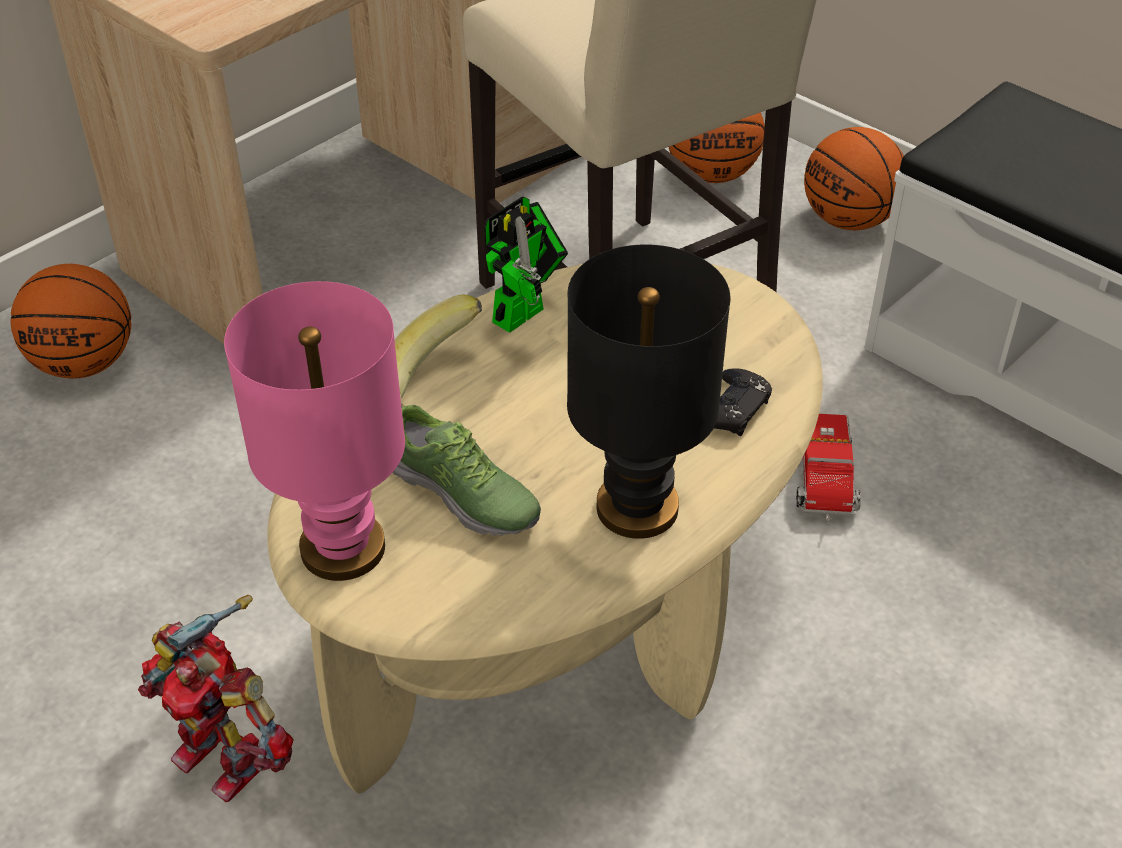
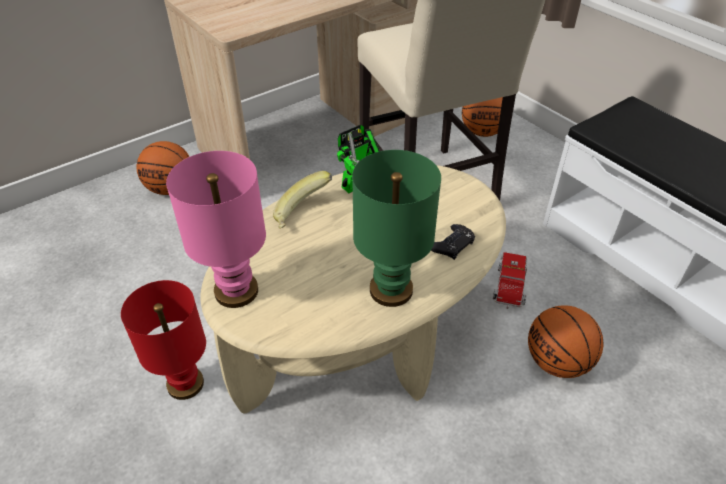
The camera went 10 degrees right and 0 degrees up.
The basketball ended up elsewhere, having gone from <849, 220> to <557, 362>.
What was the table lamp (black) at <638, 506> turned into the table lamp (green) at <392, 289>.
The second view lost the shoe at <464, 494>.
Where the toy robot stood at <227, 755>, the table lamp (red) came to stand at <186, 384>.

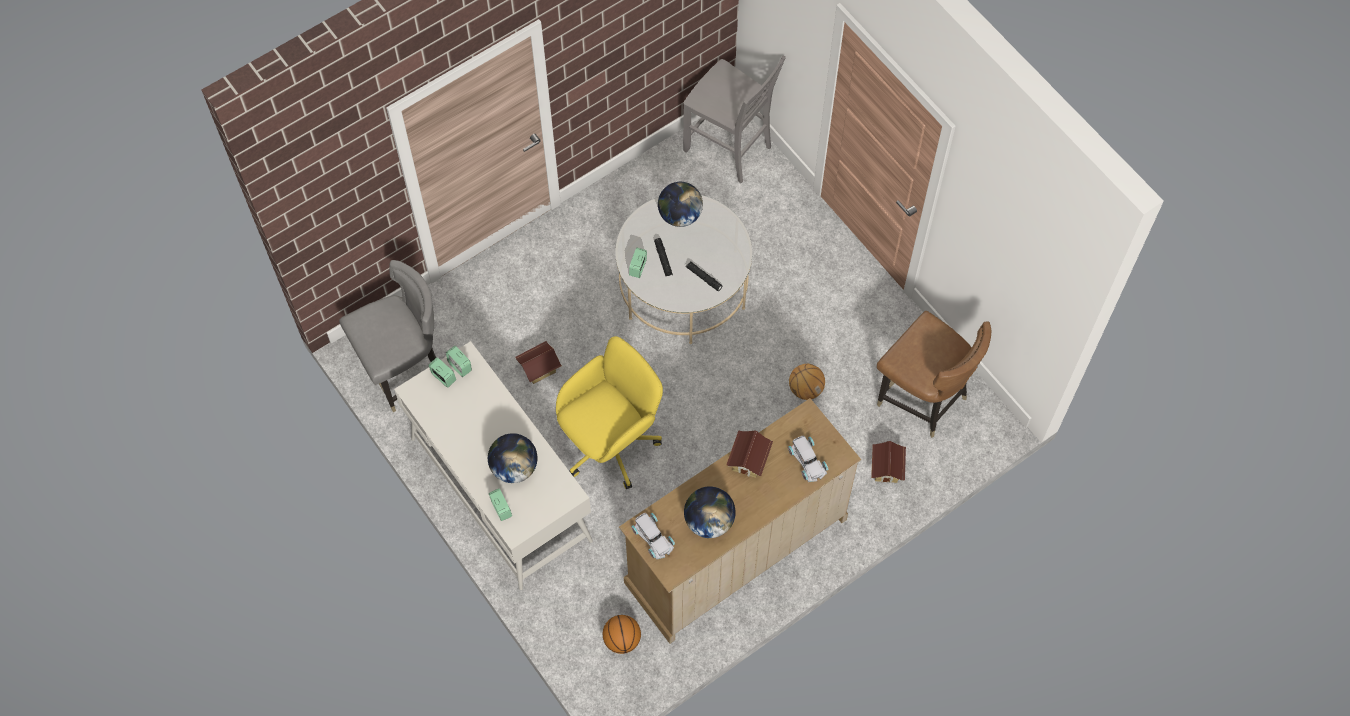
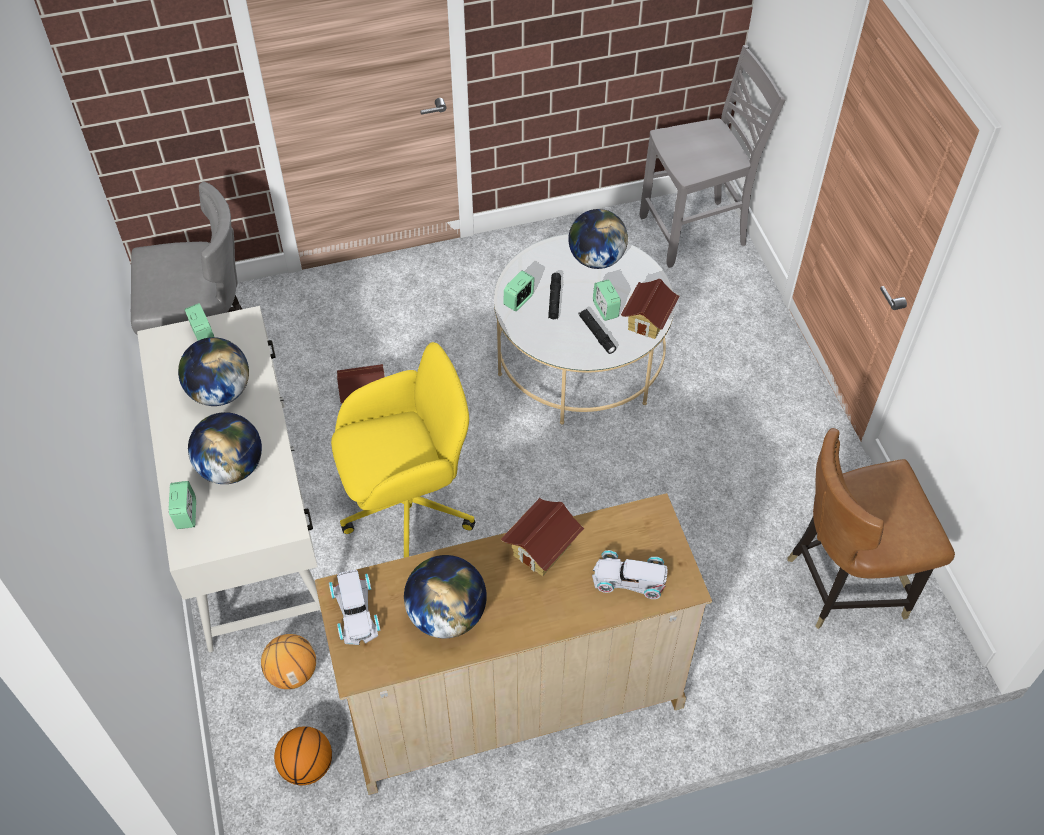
The camera went 20 degrees right and 10 degrees down.
The chair (grey) at <729, 149> ended up facing another way, 75 degrees counterclockwise from before.
The chair (brown) at <923, 398> ended up facing another way, 105 degrees clockwise from before.
The alarm clock ended up elsewhere, having gone from <460, 366> to <605, 310>.
The basketball ended up elsewhere, having gone from <805, 389> to <292, 672>.
The toy car (white) at <807, 461> ended up facing another way, 105 degrees clockwise from before.
The toy house ended up elsewhere, having gone from <886, 469> to <648, 322>.
The second view gained the globe at <220, 392>.

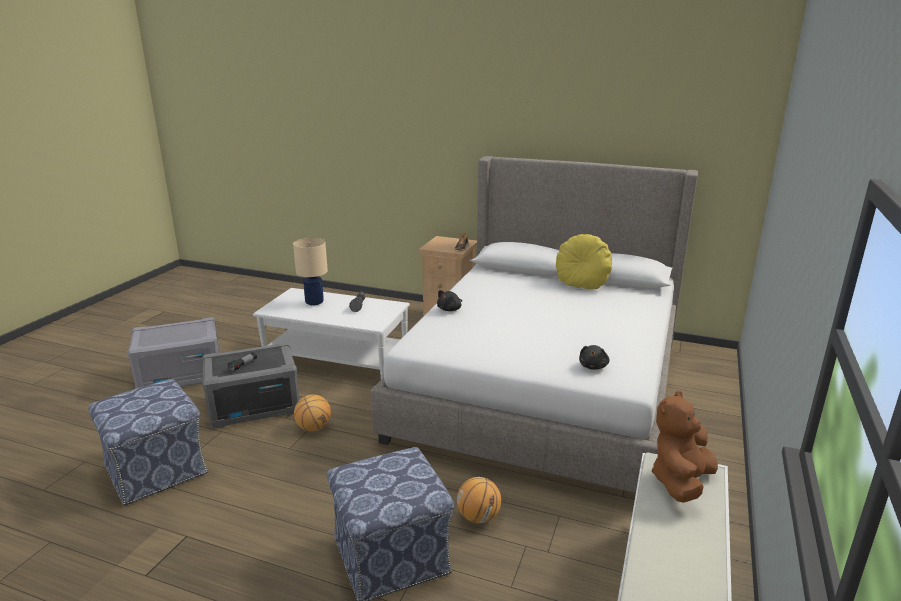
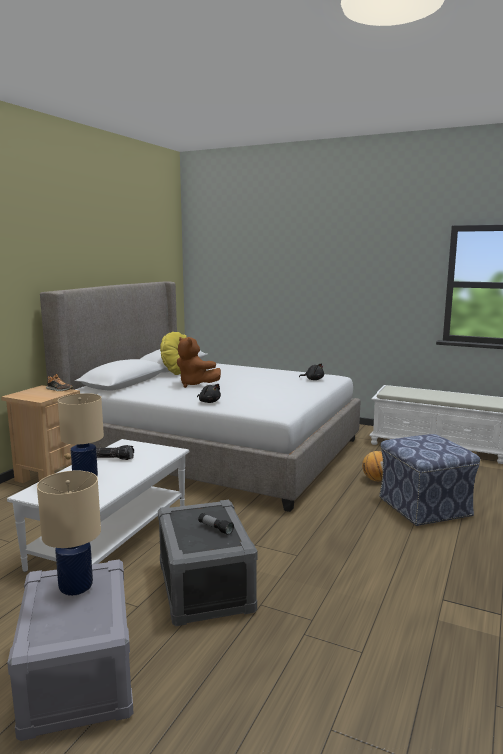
The camera went 85 degrees left and 10 degrees down.
The second view lost the ottoman at <157, 469>.
The plush toy (brown) ended up elsewhere, having gone from <680, 482> to <195, 385>.
The second view lost the basketball at <313, 428>.
The second view gained the table lamp (beige) at <75, 589>.

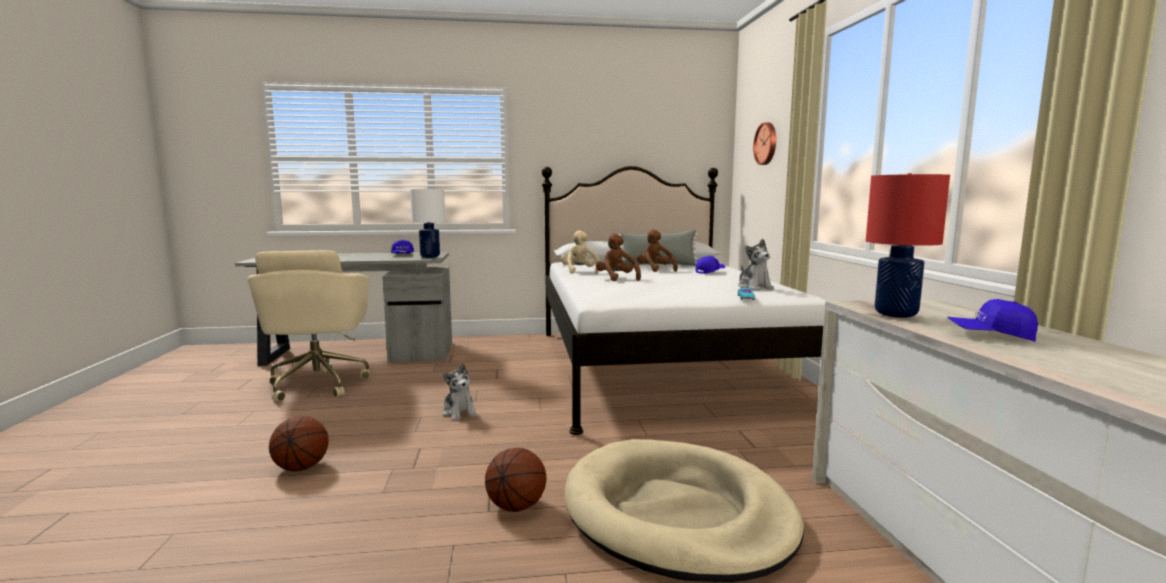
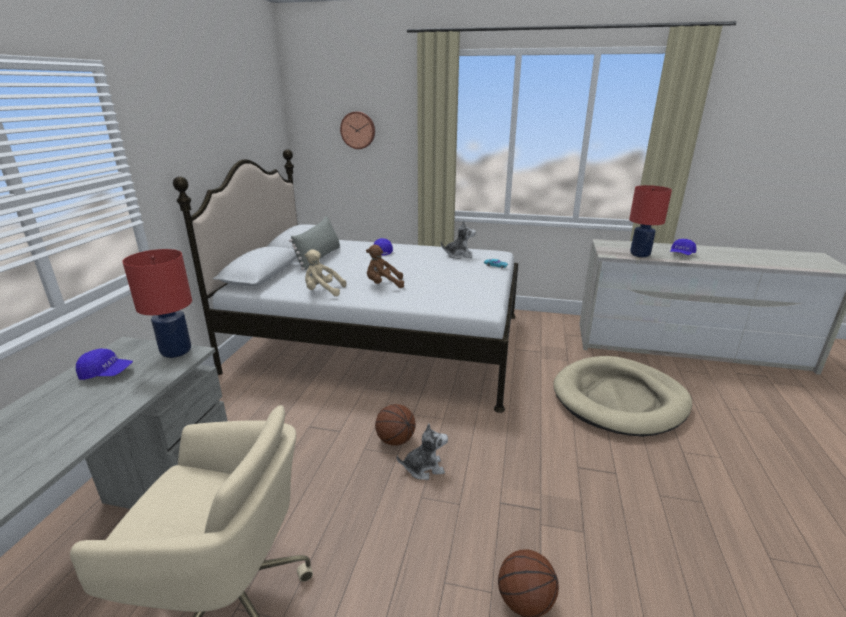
The camera went 70 degrees left and 15 degrees up.
What was the table lamp (white) at <430, 257> turned into the table lamp (red) at <177, 353>.
The second view lost the plush toy (brown) at <655, 270>.
The basketball ended up elsewhere, having gone from <516, 506> to <395, 440>.

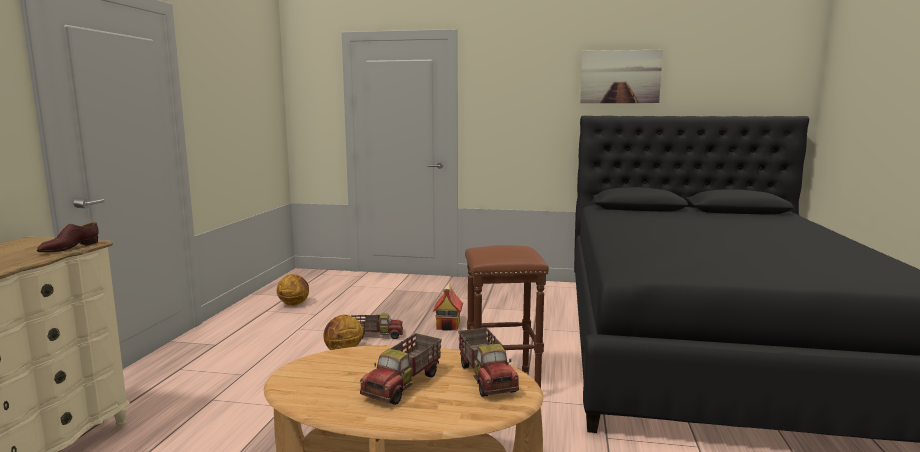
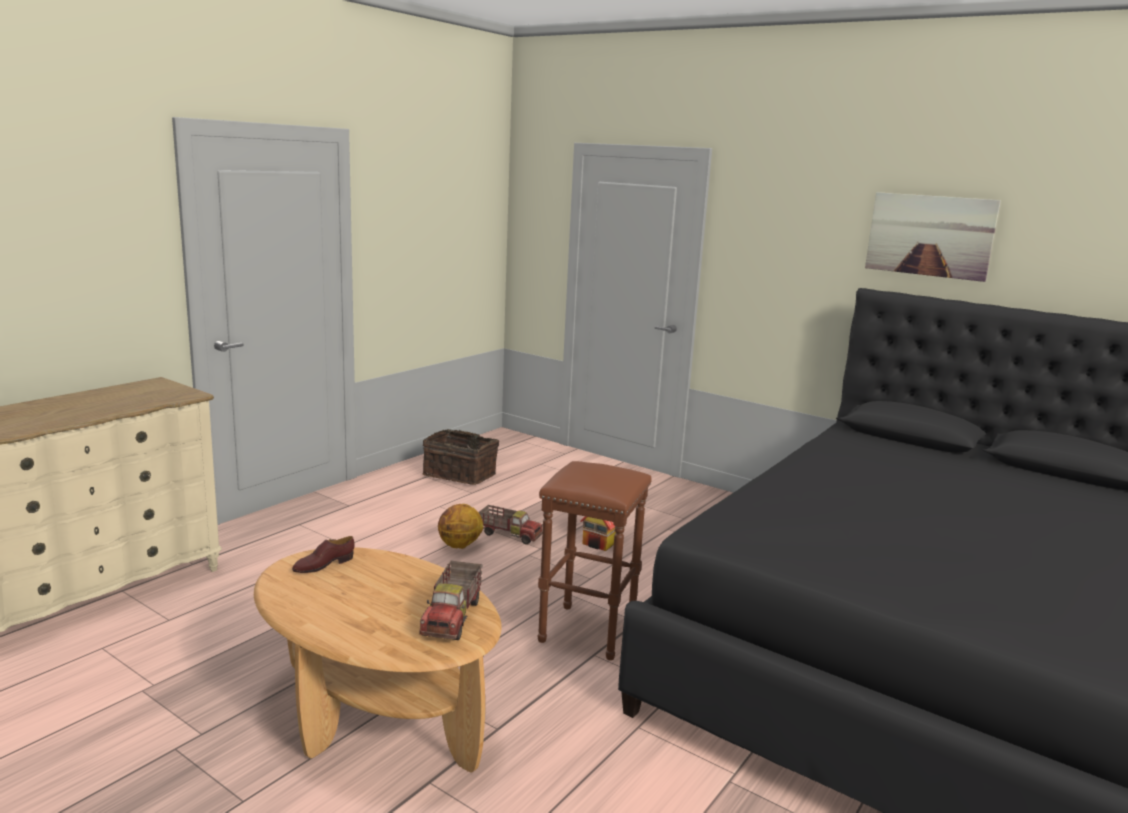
The camera went 25 degrees right and 5 degrees up.
The shoe (brown) ended up elsewhere, having gone from <69, 248> to <323, 565>.
Where the basketball stood at <294, 304>, the basket came to stand at <460, 474>.
The second view lost the toy truck at <404, 385>.

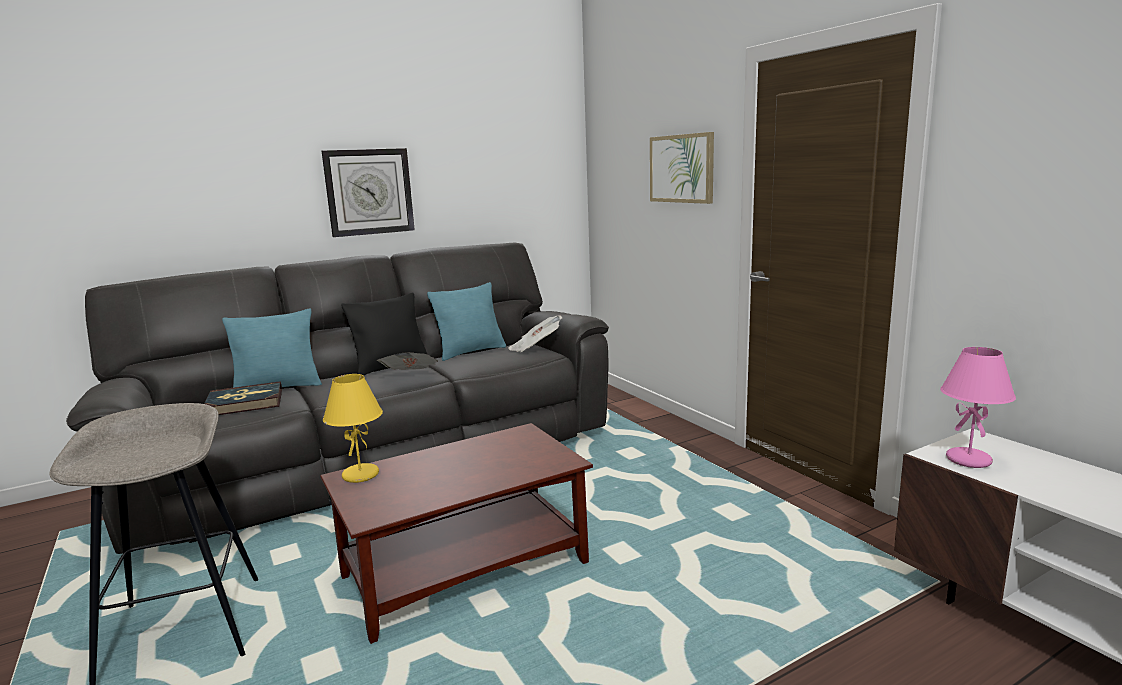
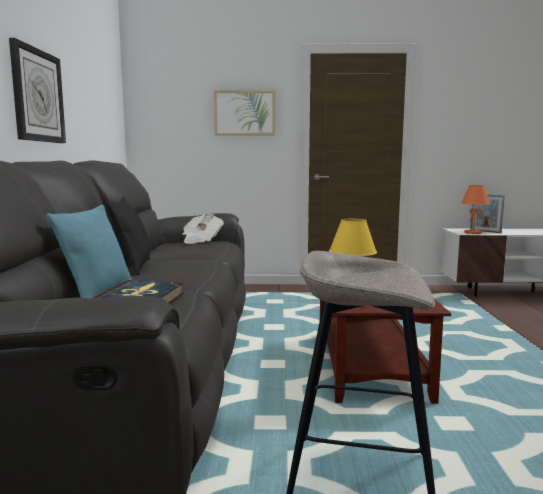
The camera went 60 degrees left and 5 degrees down.
The second view lost the pillow (turquoise) at <470, 352>.
What was the table lamp (pink) at <969, 460> turned into the table lamp (orange) at <473, 233>.
The second view lost the newspaper at <411, 377>.
The second view gained the picture frame at <485, 231>.

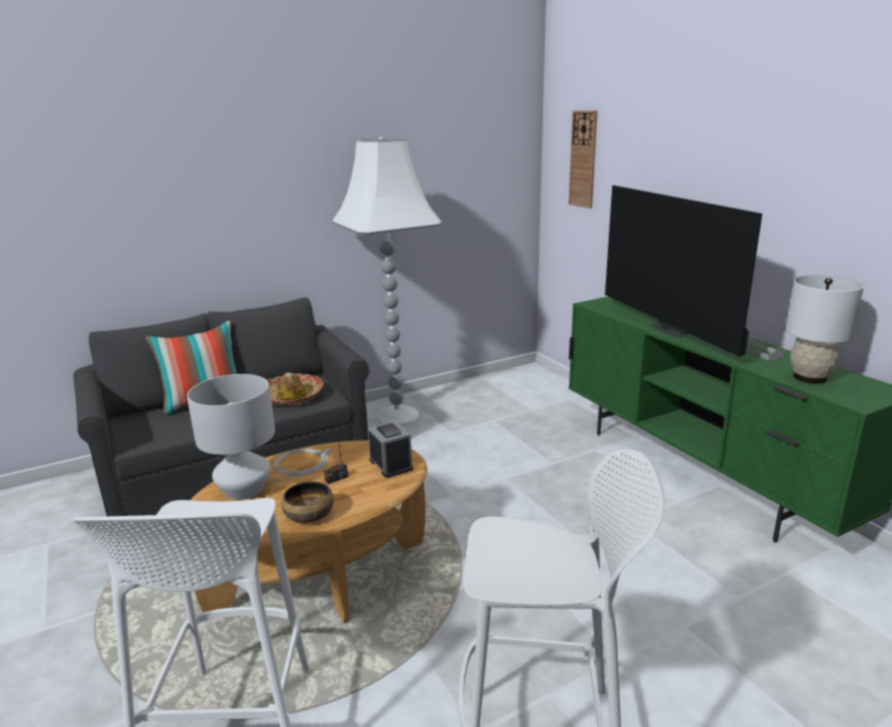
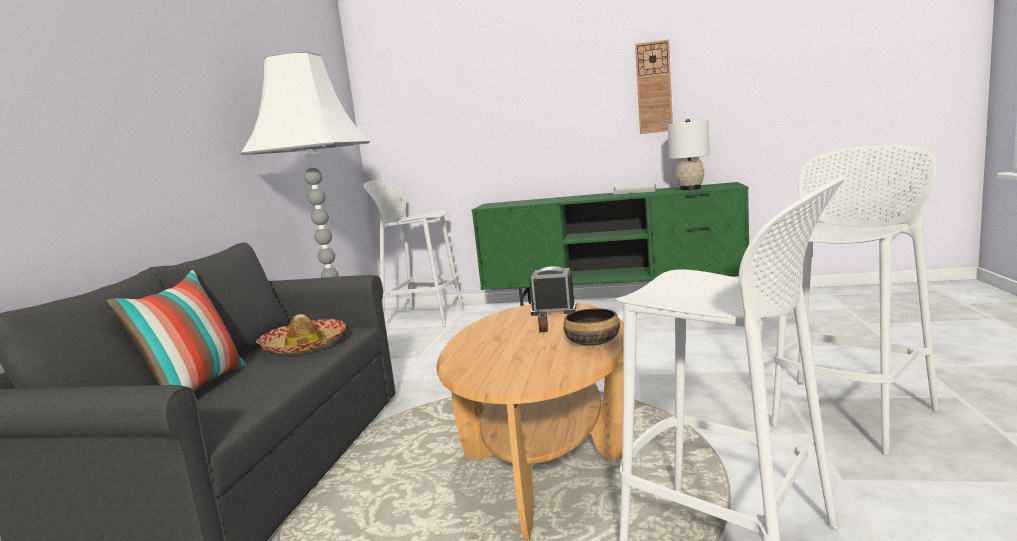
The camera went 50 degrees left and 10 degrees down.
The wall clock ended up elsewhere, having gone from <583, 159> to <654, 87>.
The second view lost the television at <673, 329>.
The second view lost the table lamp (white) at <267, 478>.
The second view gained the stool (white) at <423, 318>.

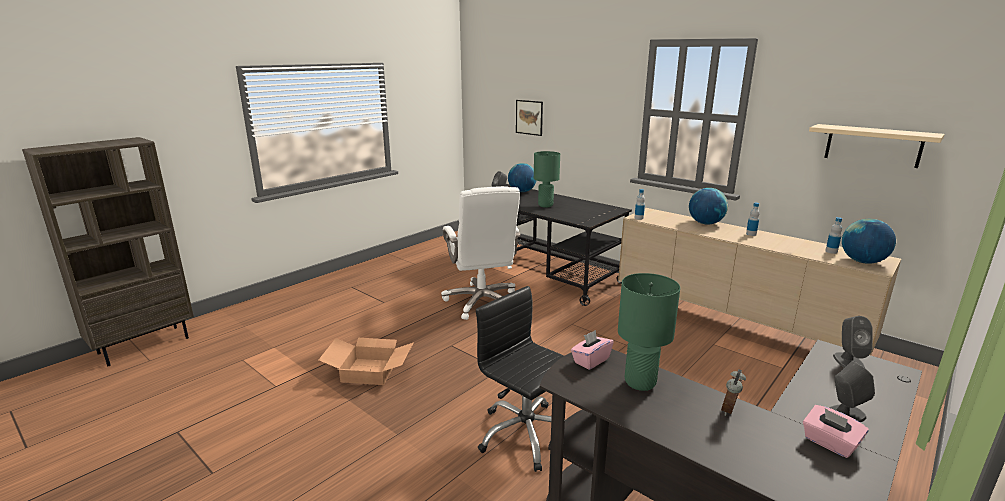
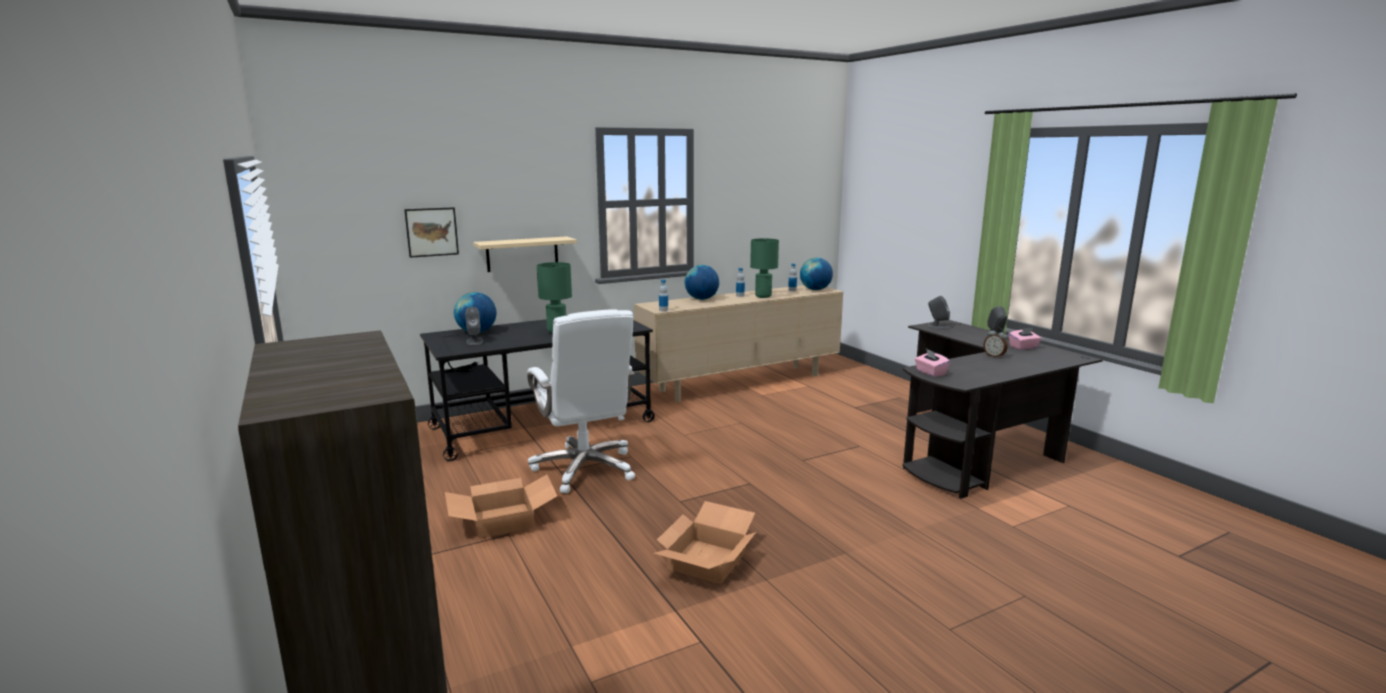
The camera went 70 degrees left and 5 degrees down.
The shelf (beige) ended up elsewhere, having gone from <873, 145> to <522, 254>.
The office chair (white) at <482, 302> ended up facing another way, 60 degrees clockwise from before.
The table lamp (green) ended up elsewhere, having gone from <639, 384> to <763, 297>.
The second view lost the office chair (black) at <525, 434>.
The second view gained the cardboard box at <503, 519>.

